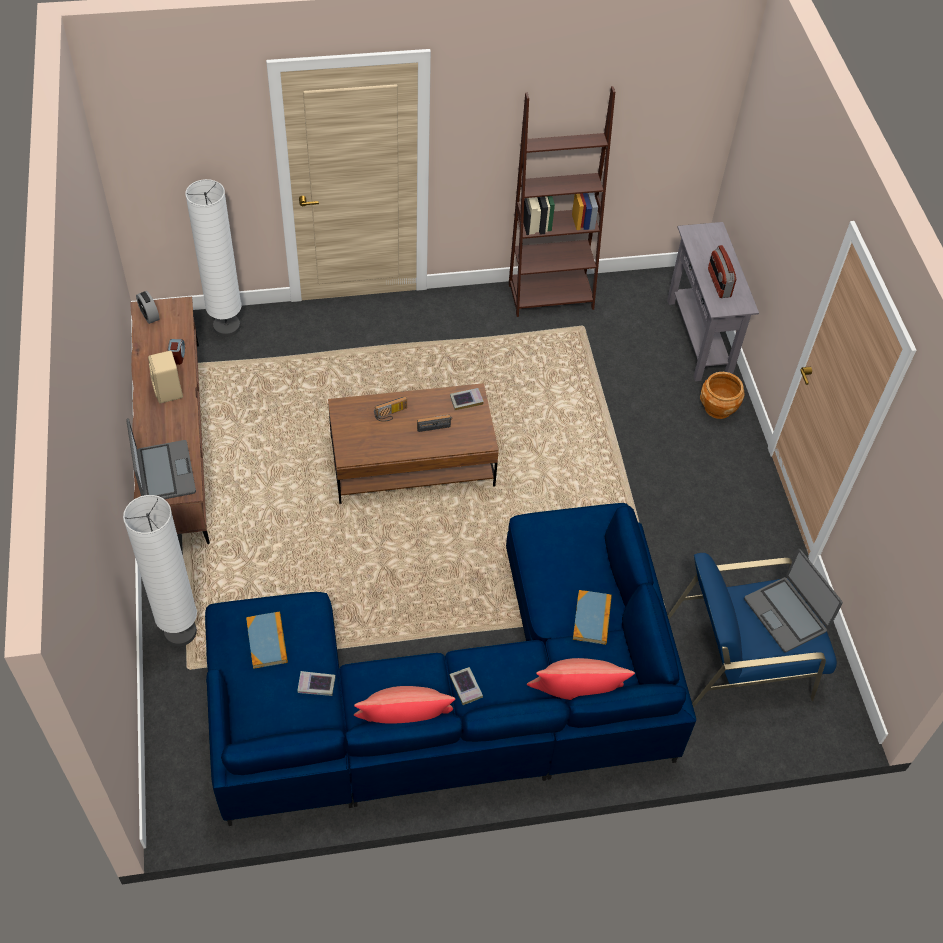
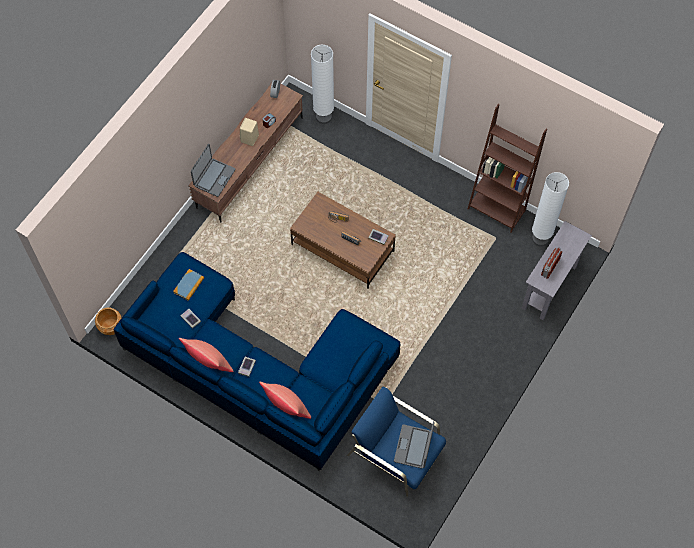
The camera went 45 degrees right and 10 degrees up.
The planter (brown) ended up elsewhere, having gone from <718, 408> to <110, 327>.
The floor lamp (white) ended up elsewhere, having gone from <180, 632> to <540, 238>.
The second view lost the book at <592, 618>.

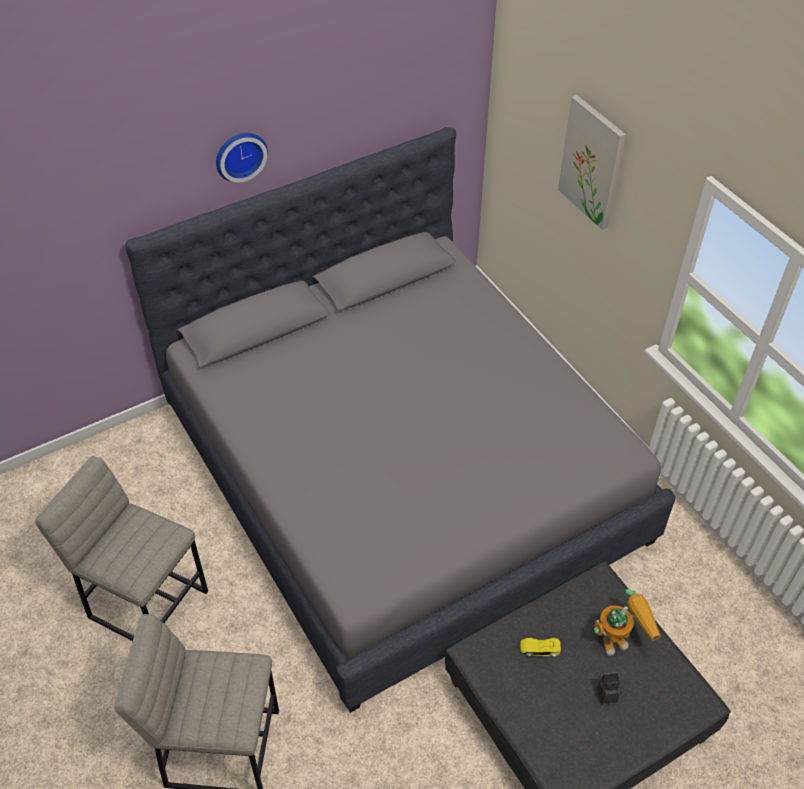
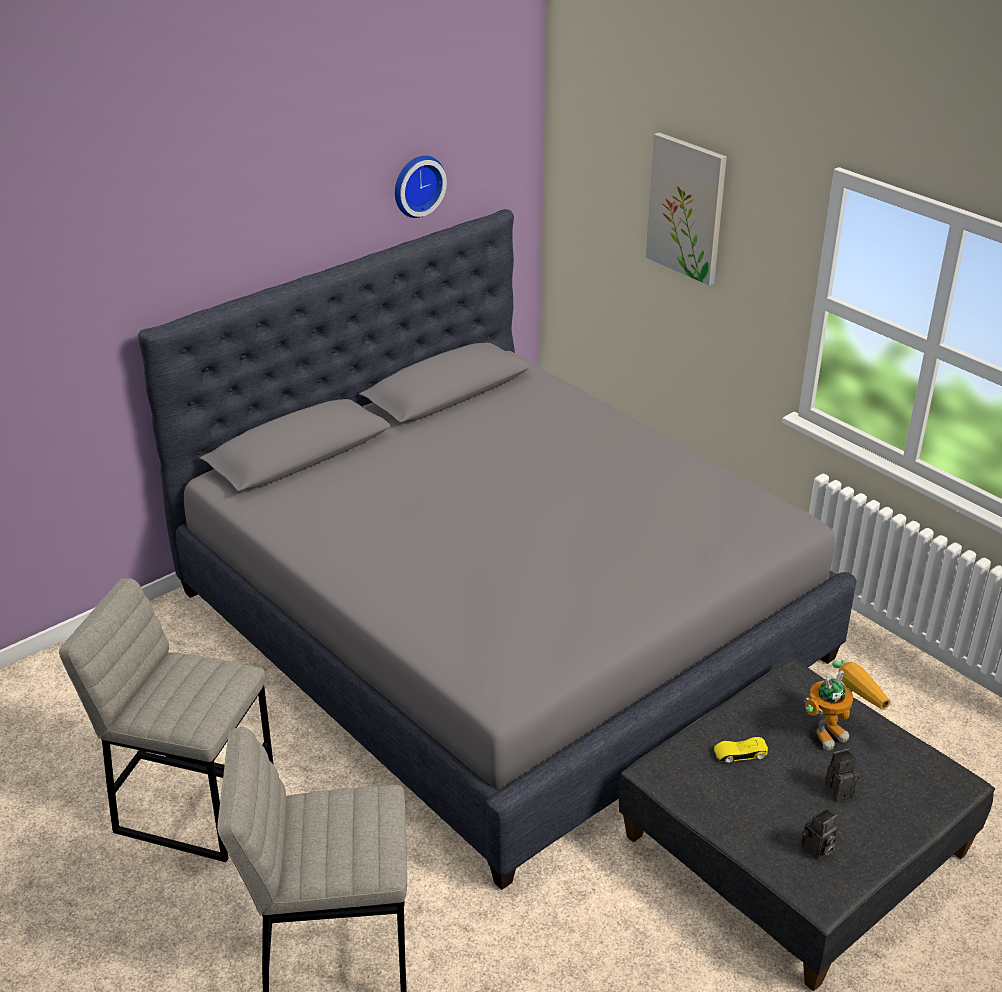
The camera went 10 degrees left and 15 degrees down.
The wall clock ended up elsewhere, having gone from <239, 154> to <416, 185>.
The second view gained the photo camera at <816, 850>.

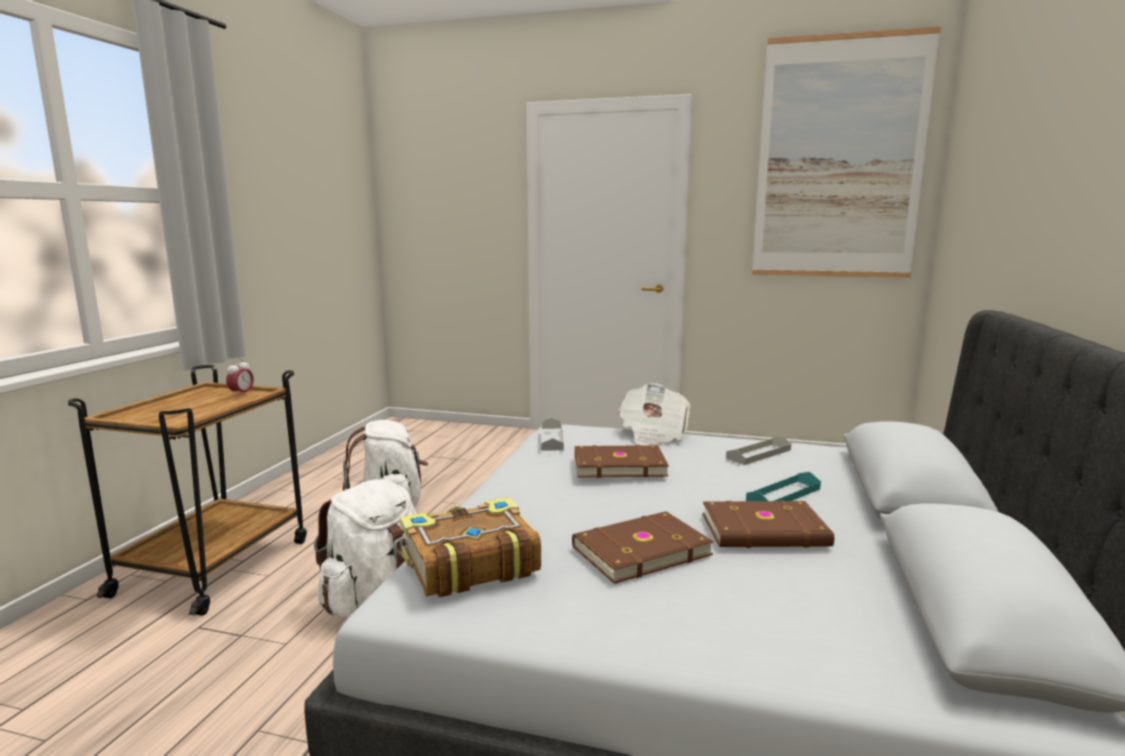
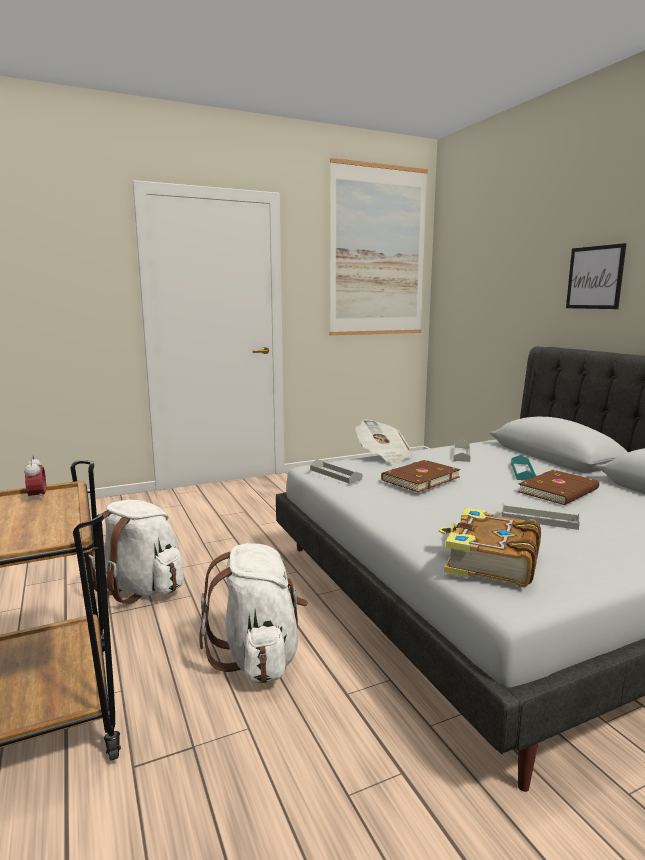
The camera went 40 degrees left and 0 degrees up.
Where the book (brown) stood at <639, 550>, the tray (grey) came to stand at <539, 520>.
The second view gained the picture at <595, 277>.

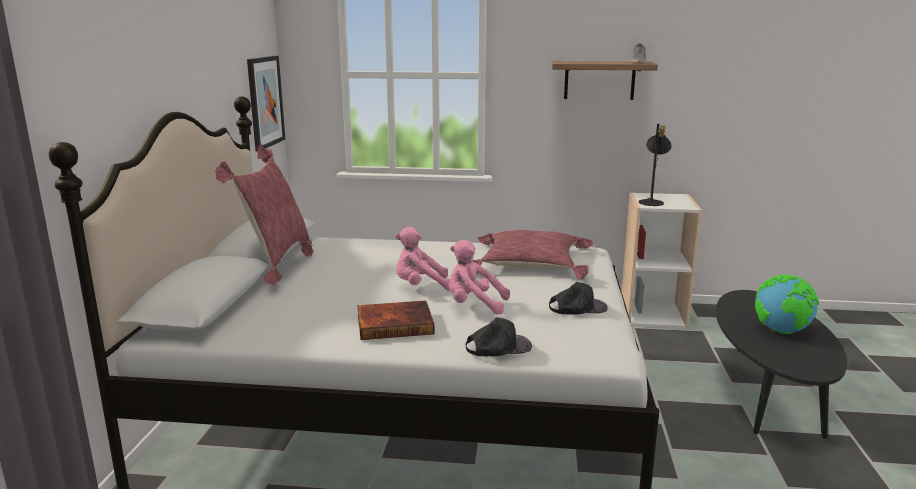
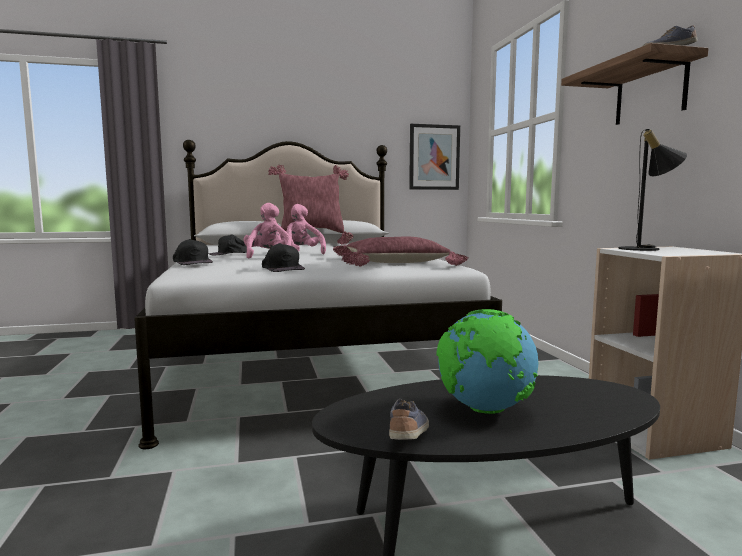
The camera went 70 degrees right and 10 degrees down.
Where the book stood at <395, 324>, the cap (black) came to stand at <229, 254>.
The second view gained the shoe at <409, 434>.

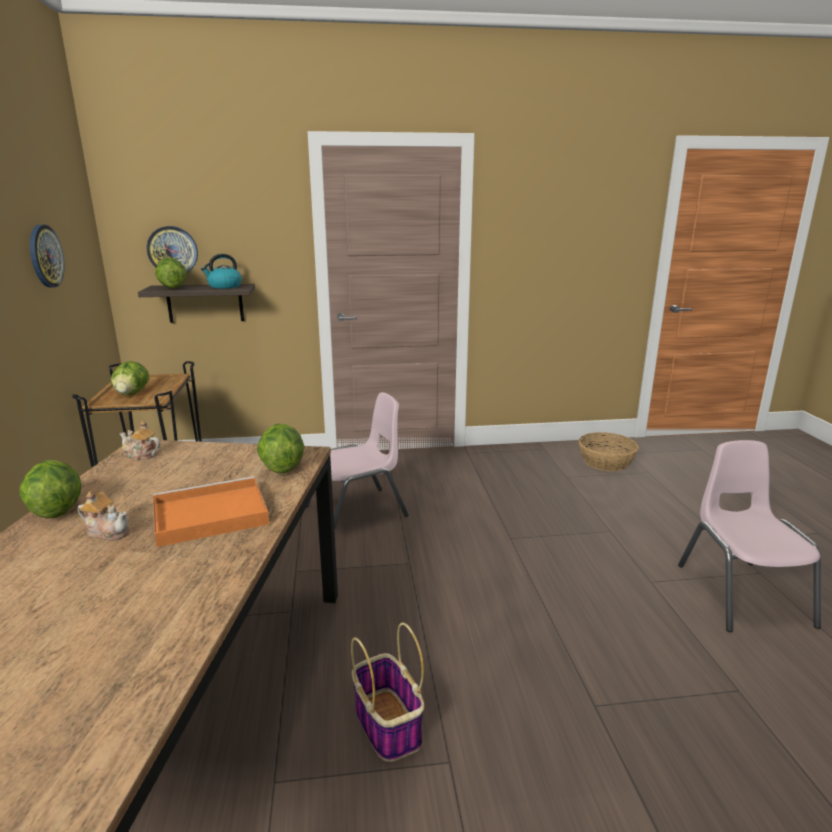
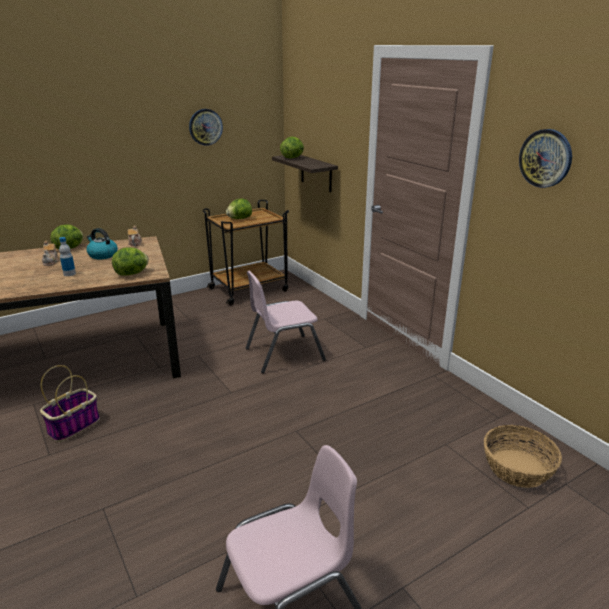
The camera went 65 degrees right and 5 degrees up.
The wall clock ended up elsewhere, having gone from <172, 251> to <545, 158>.
The kettle ended up elsewhere, having gone from <224, 286> to <102, 255>.
The chair (pink) at <357, 512> ended up facing another way, 120 degrees clockwise from before.
Where the tray (orange) stood at <208, 515>, the bottle came to stand at <69, 274>.

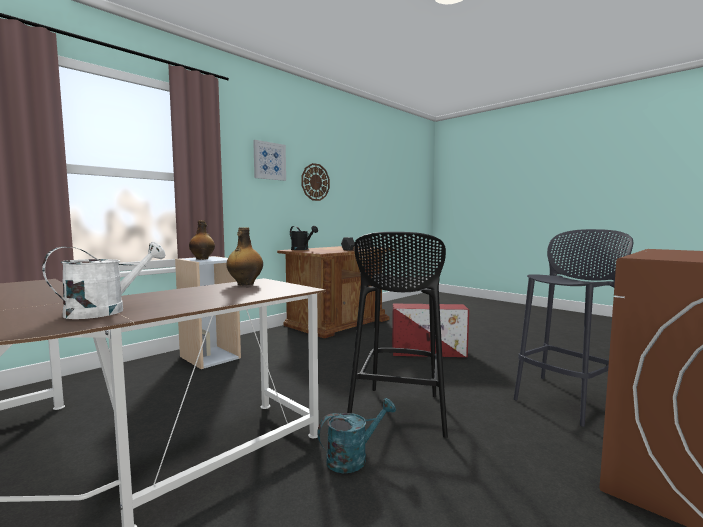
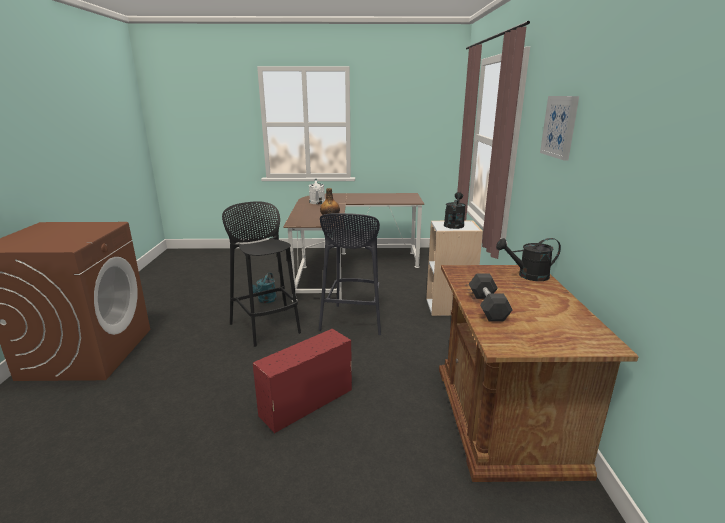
The camera went 135 degrees right and 15 degrees up.
The second view lost the wall clock at <315, 182>.
Where the bottle stood at <202, 259>, the watering can (black) came to stand at <454, 224>.
The stool (grey) ended up elsewhere, having gone from <566, 400> to <353, 320>.

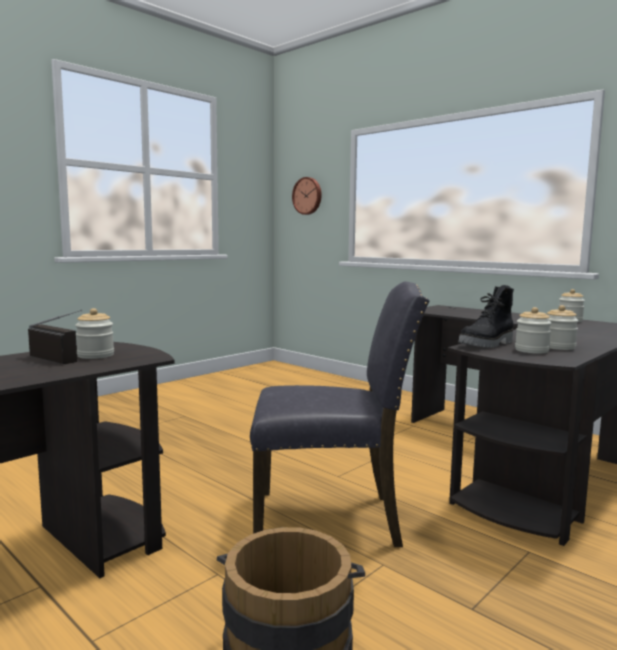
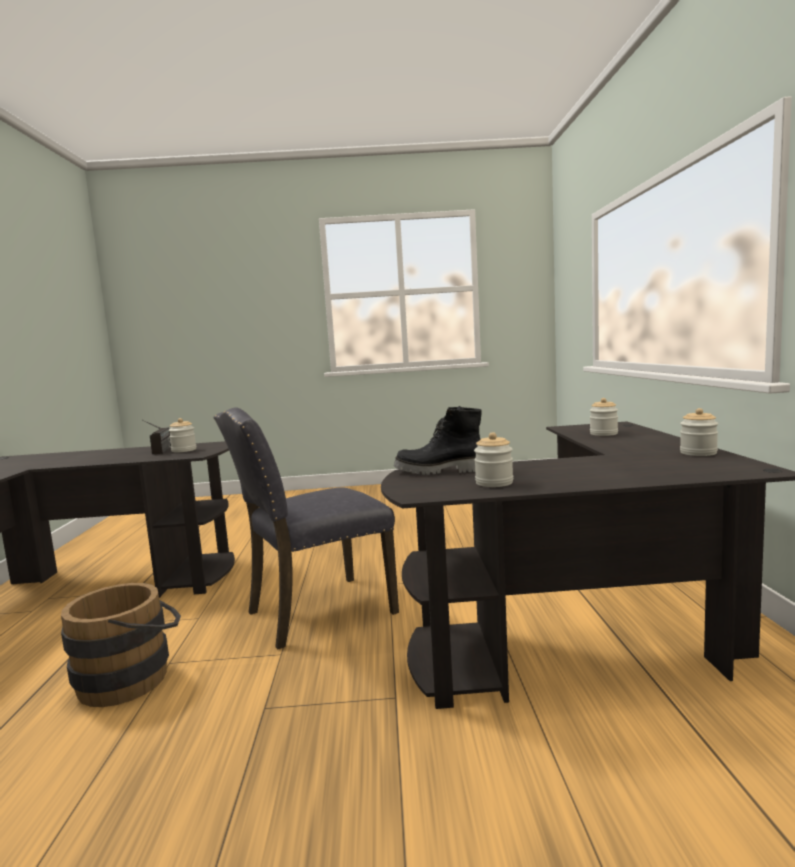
The camera went 45 degrees right and 0 degrees up.
The second view lost the wall clock at <308, 196>.
The chair (grey) at <331, 519> ended up facing another way, 105 degrees clockwise from before.
The jar ended up elsewhere, having gone from <531, 350> to <603, 433>.

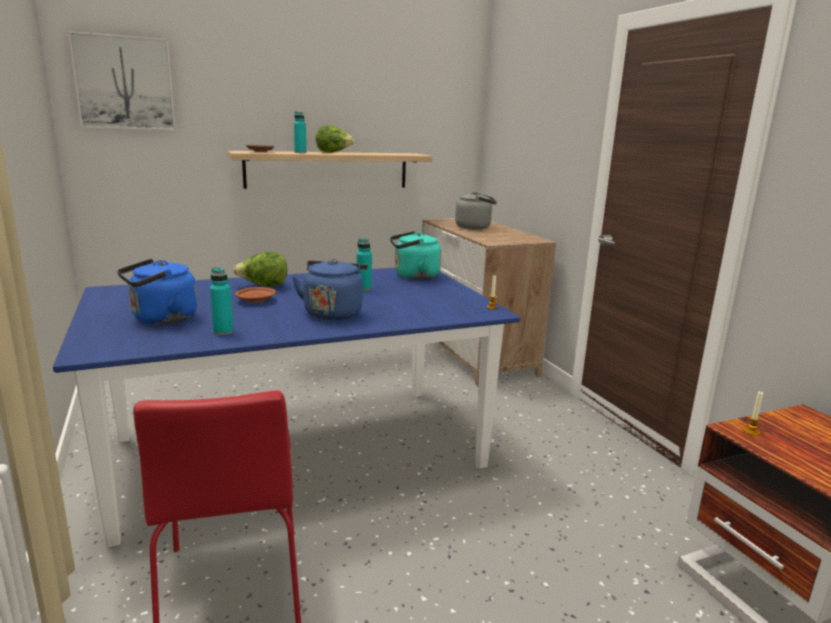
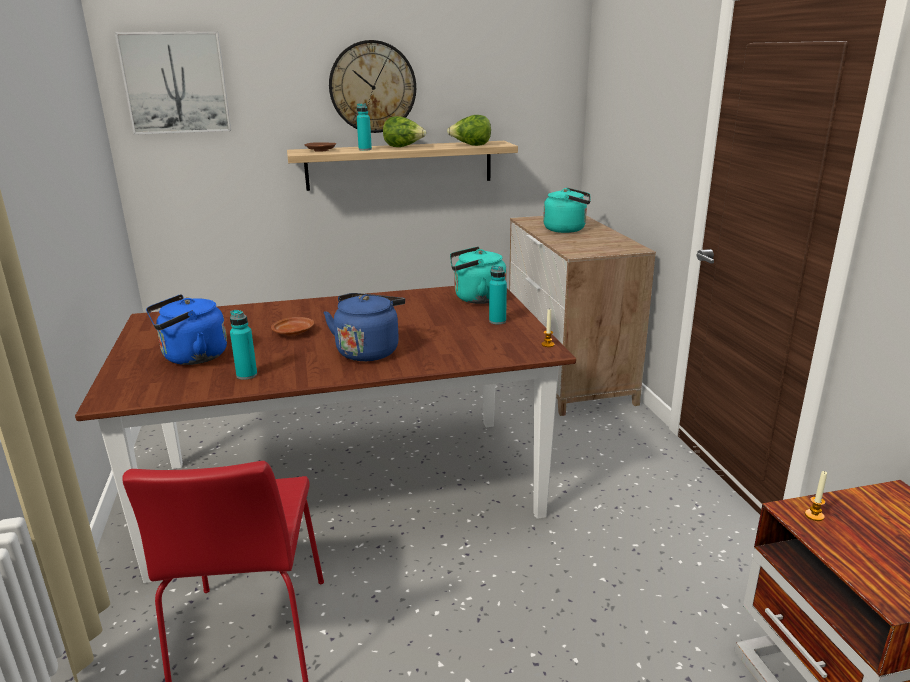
The camera went 10 degrees right and 5 degrees up.
What was the kettle (grey) at <475, 227> turned into the kettle (turquoise) at <567, 229>.
The bottle (turquoise) ended up elsewhere, having gone from <364, 289> to <497, 321>.
The lettuce ended up elsewhere, having gone from <263, 286> to <471, 145>.
What was the dining table (blue) at <299, 451> turned into the dining table (brown) at <348, 488>.
The second view gained the wall clock at <372, 87>.

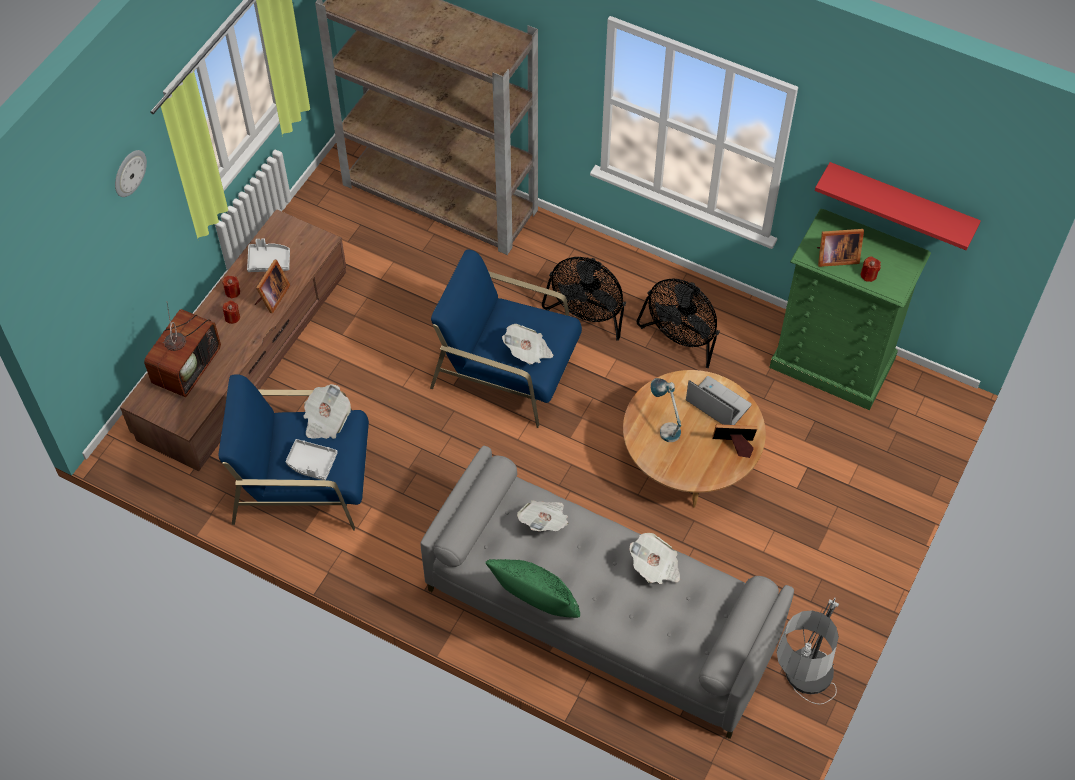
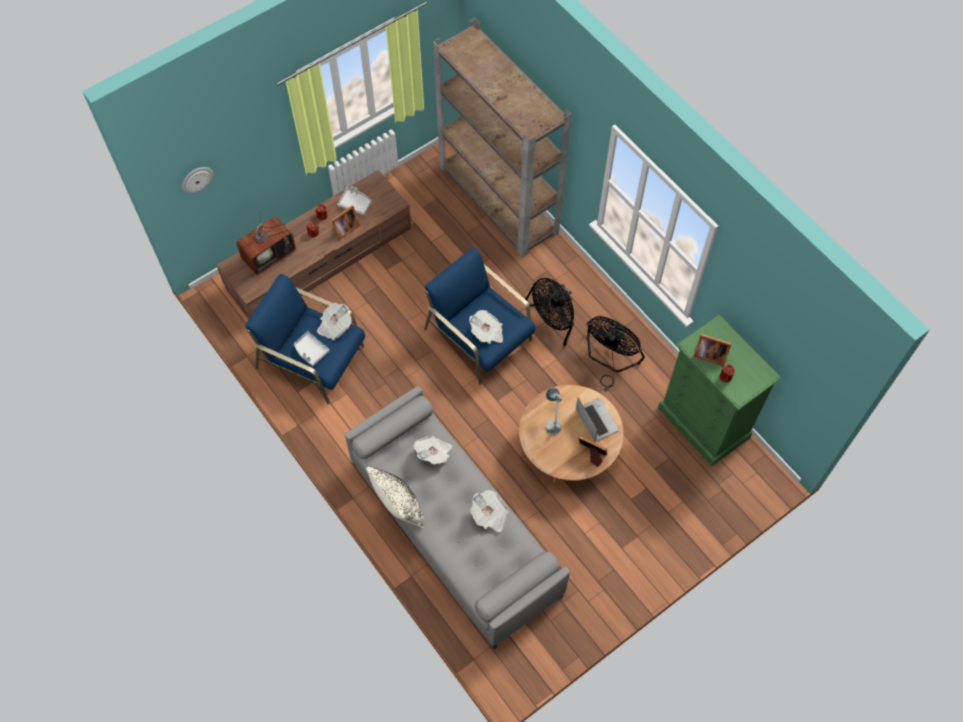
The camera went 25 degrees right and 5 degrees up.
The wall clock ended up elsewhere, having gone from <129, 173> to <196, 179>.
The second view lost the shelf (red) at <900, 203>.
The fan (black) at <681, 335> ended up facing another way, 150 degrees clockwise from before.
What was the pillow (green) at <535, 606> turned into the pillow (beige) at <398, 507>.
The second view lost the floor lamp at <795, 706>.

